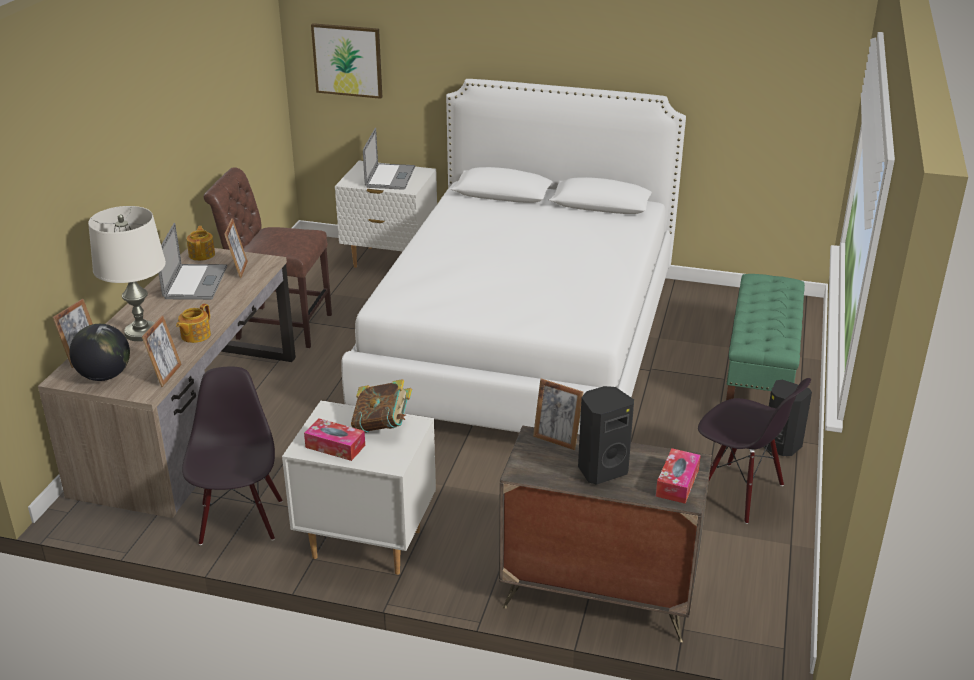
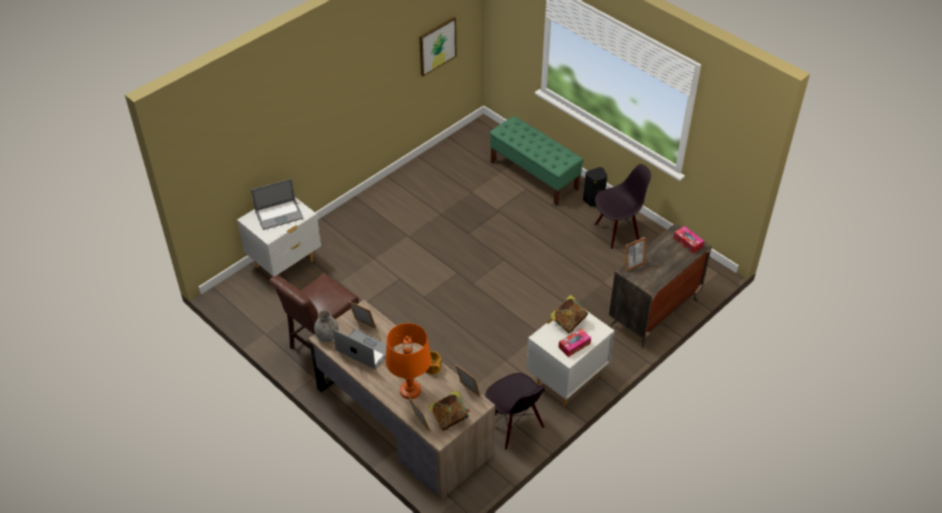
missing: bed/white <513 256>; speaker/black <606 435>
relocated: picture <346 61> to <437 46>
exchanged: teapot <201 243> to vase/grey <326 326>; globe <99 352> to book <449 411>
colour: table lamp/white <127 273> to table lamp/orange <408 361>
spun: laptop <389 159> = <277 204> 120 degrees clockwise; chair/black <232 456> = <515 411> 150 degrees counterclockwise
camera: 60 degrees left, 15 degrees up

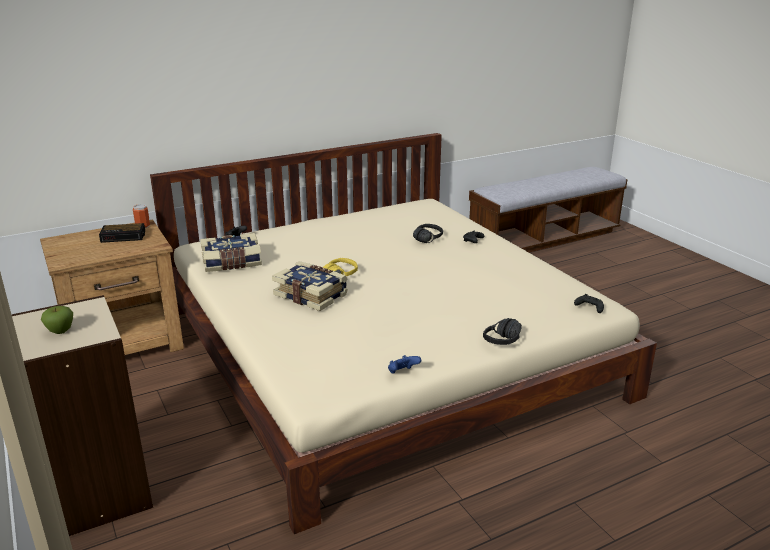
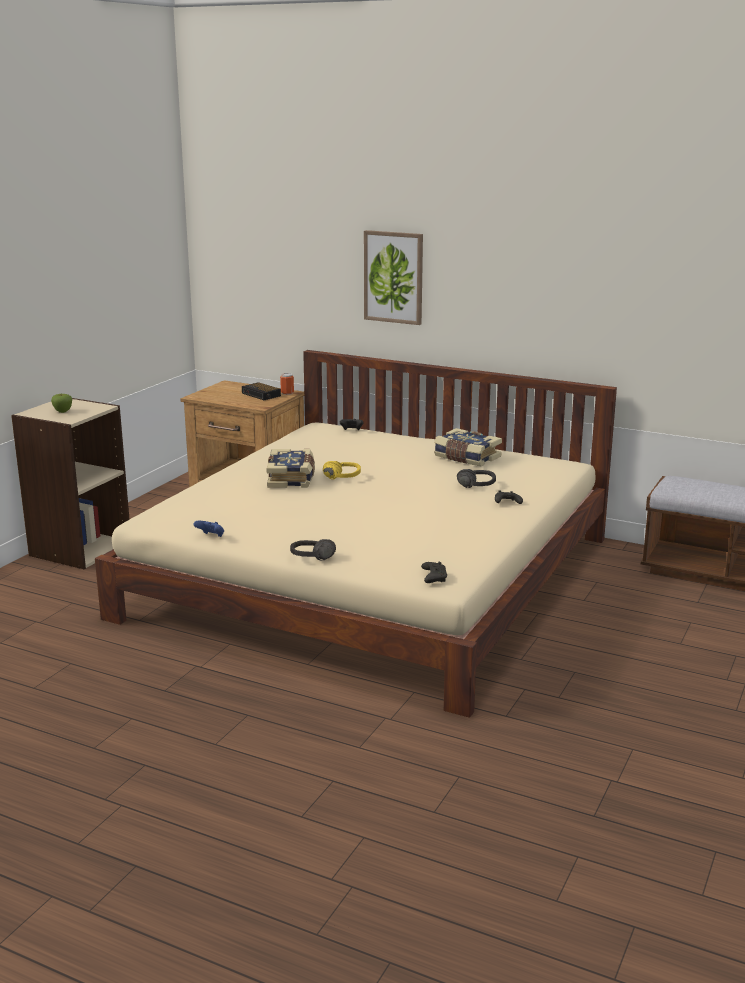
appeared: picture <393 277>
relocated: book <231 252> to <468 447>
camera: 55 degrees right, 5 degrees down

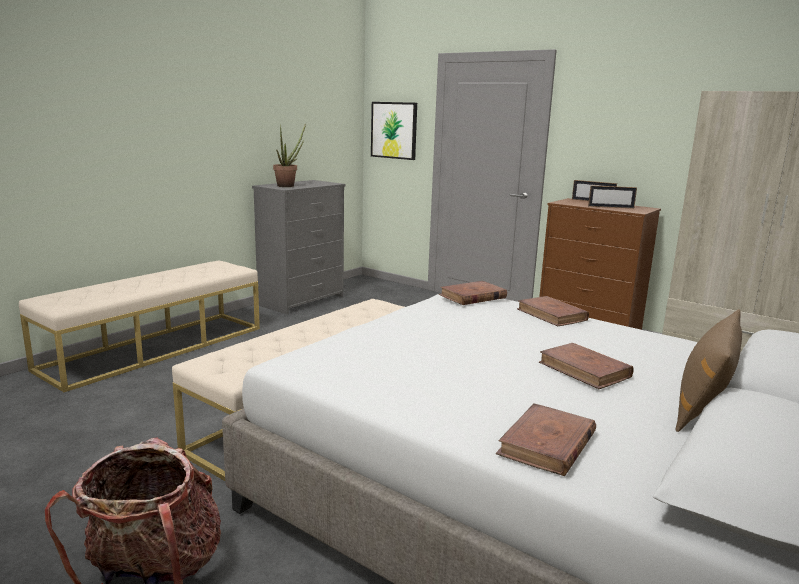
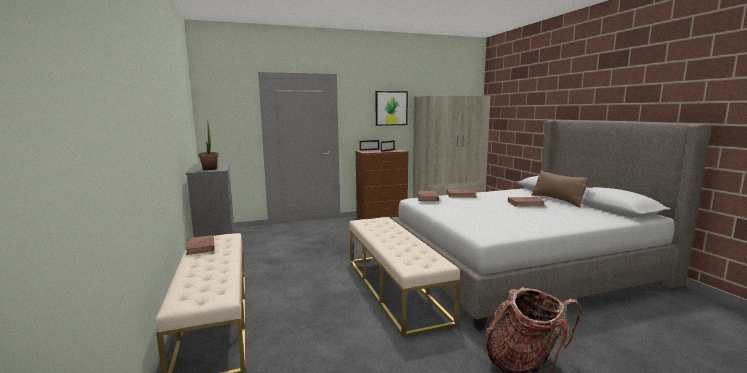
relocated: picture <394 131> to <391 108>; book/brown <546 439> to <200 245>
camera: 55 degrees left, 5 degrees down

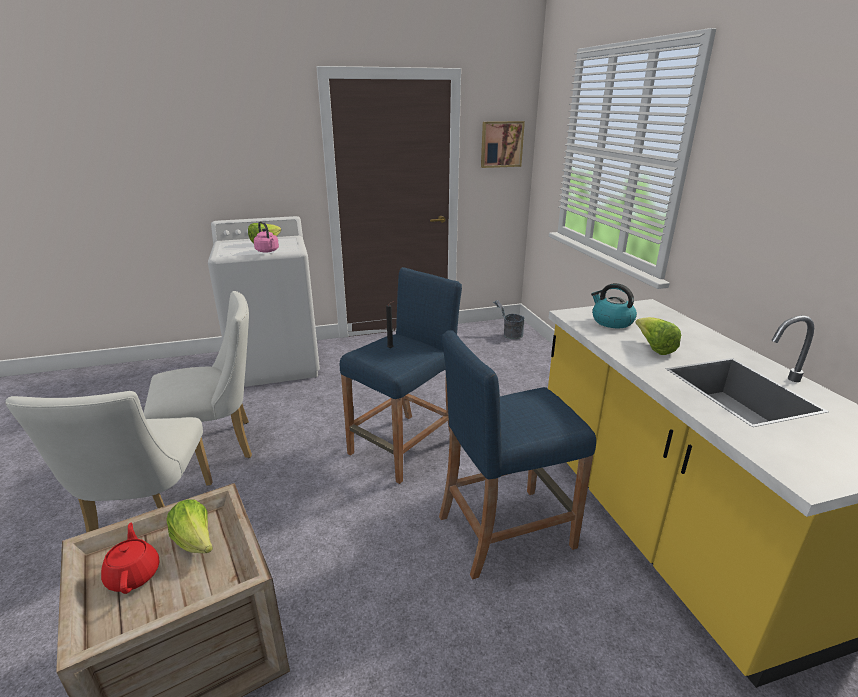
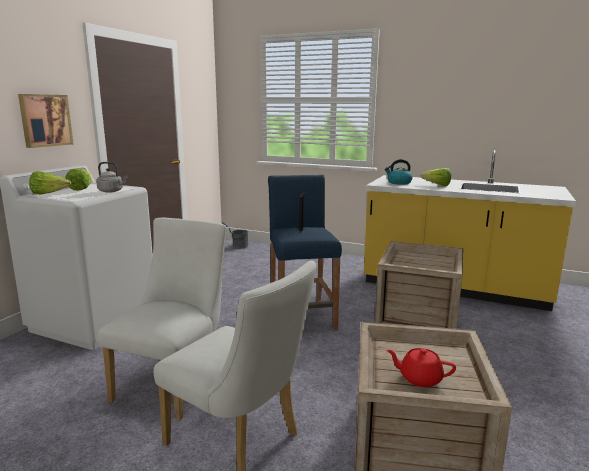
relocated: picture <503 144> to <46 121>; lettuce <189 526> to <50 182>
exchanged: stool/blue <517 455> to crate <418 285>
colour: kettle/pink <266 237> to kettle/grey <112 177>
camera: 50 degrees left, 10 degrees down

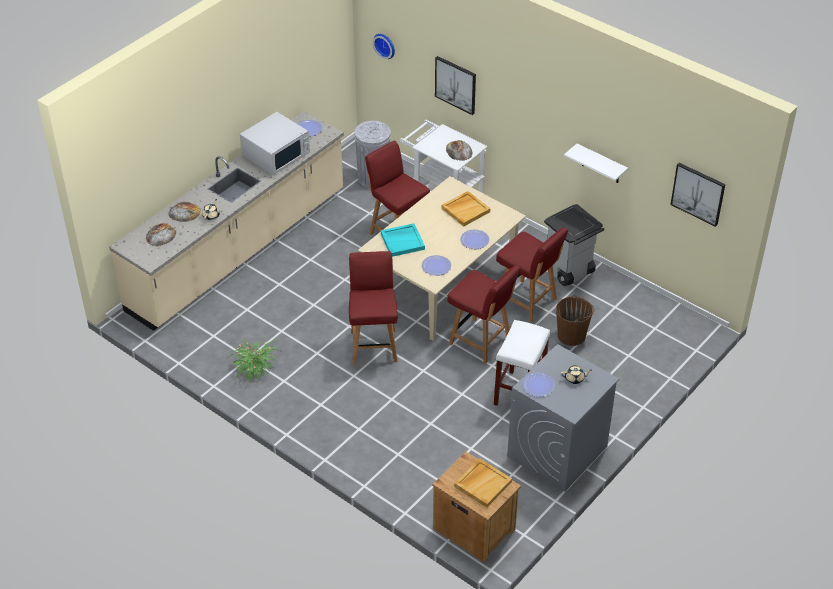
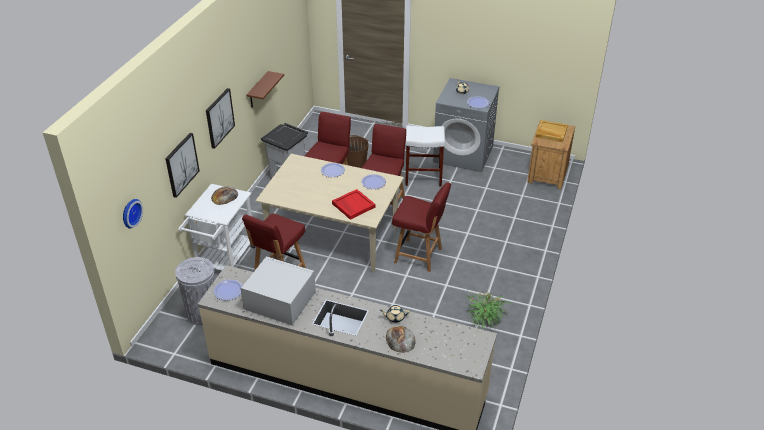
missing: tray/beige <466 208>; bread <161 234>
relocated: picture <697 195> to <220 118>
colour: shelf/white <596 163> to shelf/brown <265 89>; tray/turquoise <403 240> to tray/red <354 204>
spun: chair/red <373 307> = <421 227> 135 degrees counterclockwise
camera: 110 degrees left, 5 degrees down

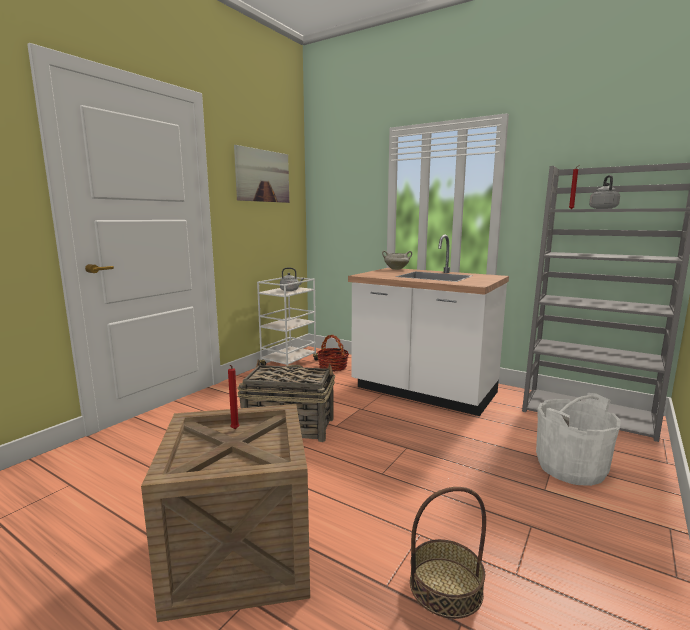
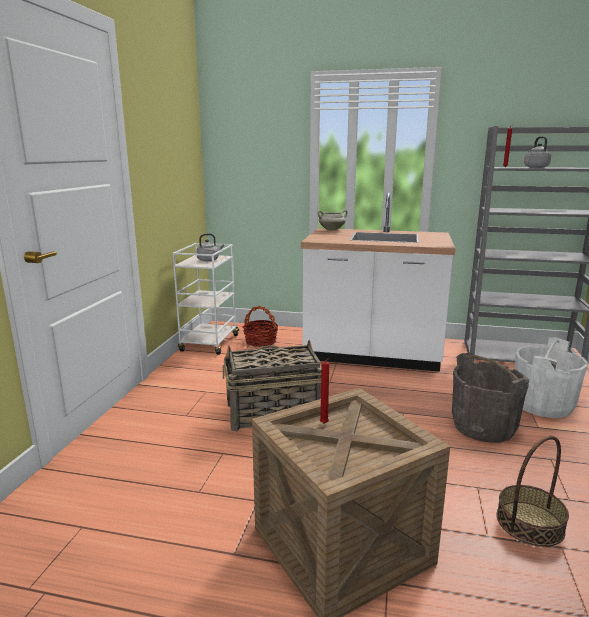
missing: picture <261 174>
appeared: bucket/grey <490 398>
camera: 20 degrees left, 5 degrees up

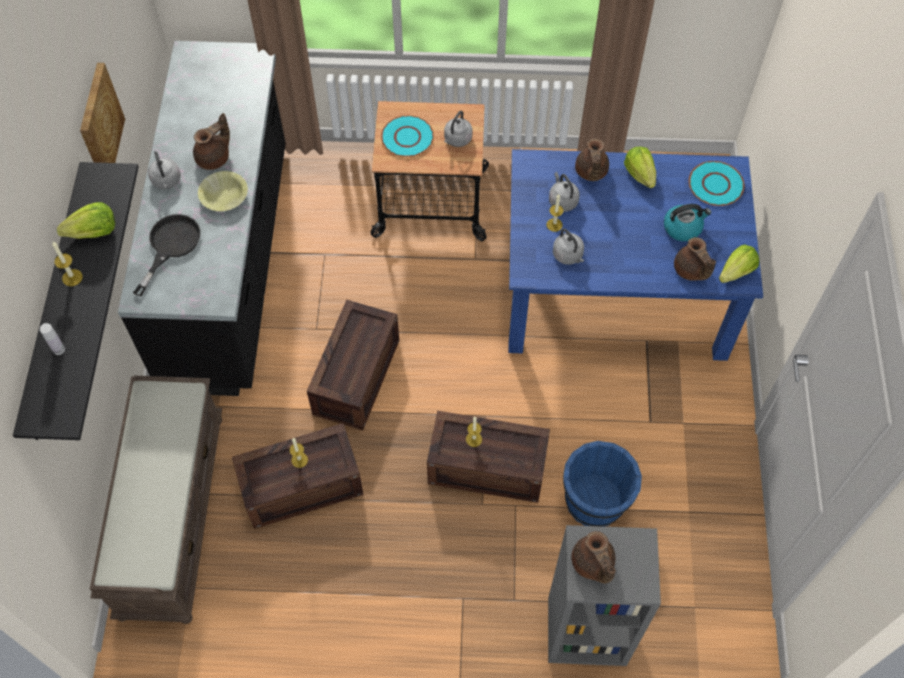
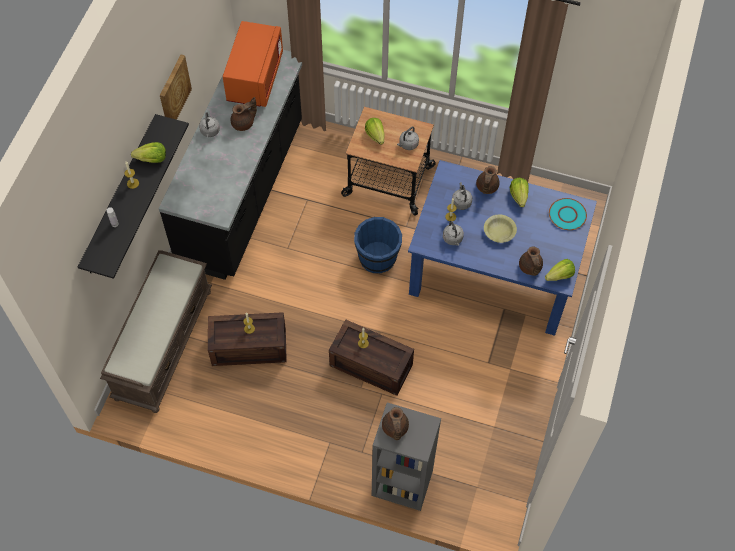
missing: kettle <687 222>; frying pan/black <167 255>; crate <353 365>
appeared: microwave/orange <253 64>
relocated: bowl/yellow <223 191> to <500 229>; bucket/blue <602 484> to <378 245>
exchanged: plate/turquoise <407 136> to lettuce <375 131>
camera: 15 degrees right, 0 degrees up

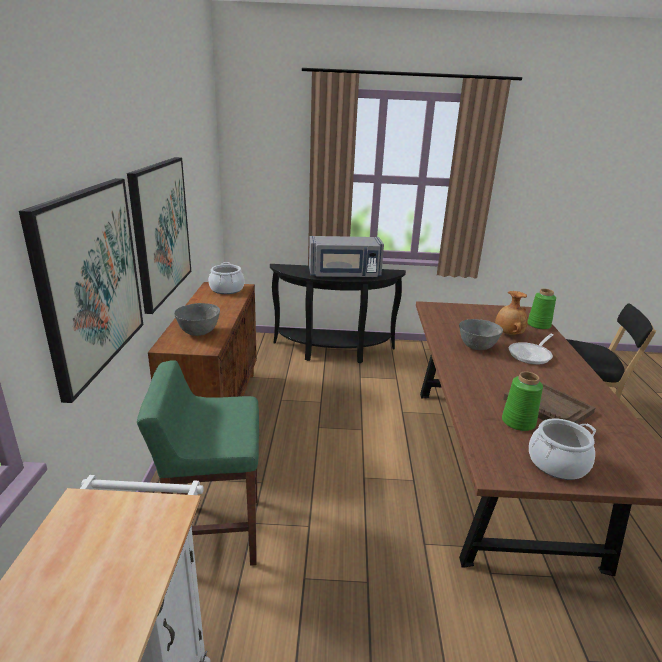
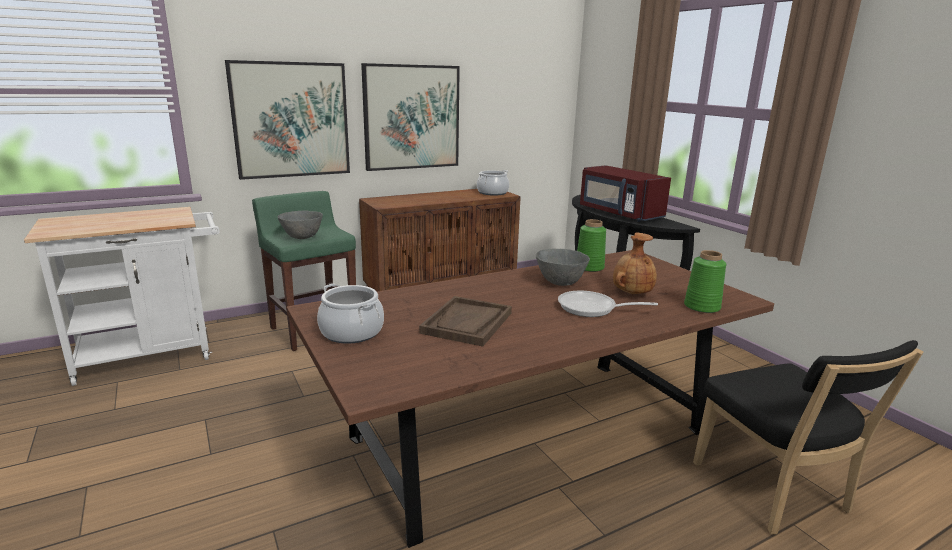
relocated: bowl/grey <197 319> to <300 225>; vase/green <522 401> to <591 245>
colour: microwave/grey <346 257> to microwave/red <625 193>
camera: 60 degrees right, 5 degrees down

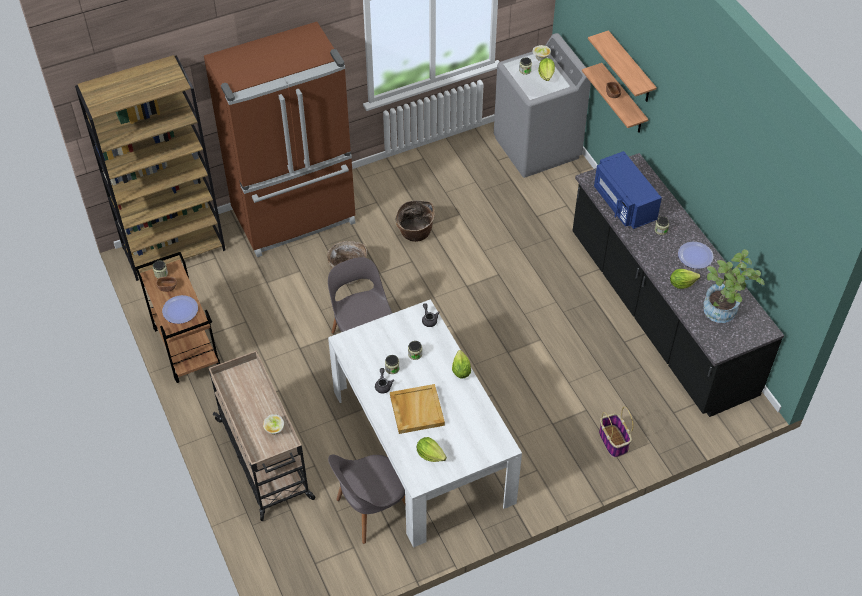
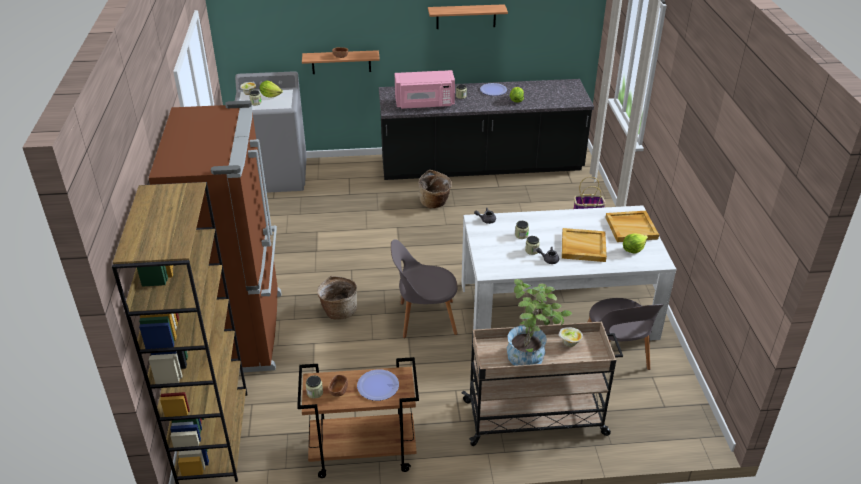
missing: lettuce <461 364>
appeared: tray/beige <632 226>
relocated: shelf <622 66> to <468 16>; basket <415 221> to <435 189>; potted plant <734 286> to <539 322>
colour: microwave/blue <628 190> to microwave/pink <425 89>
camera: 70 degrees left, 15 degrees down

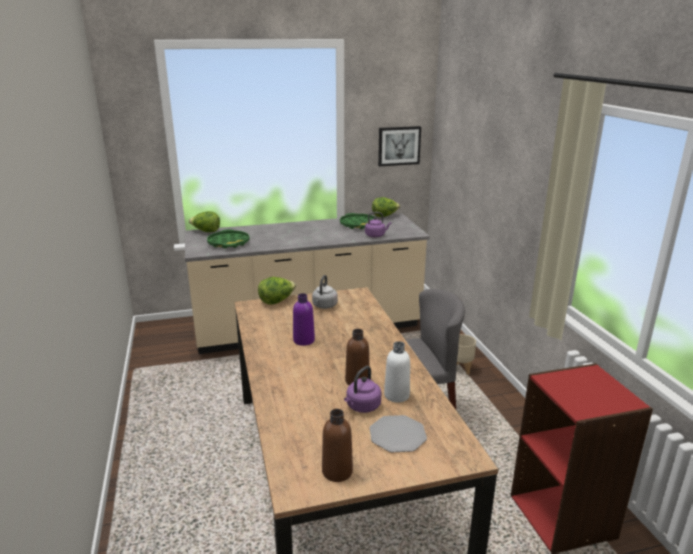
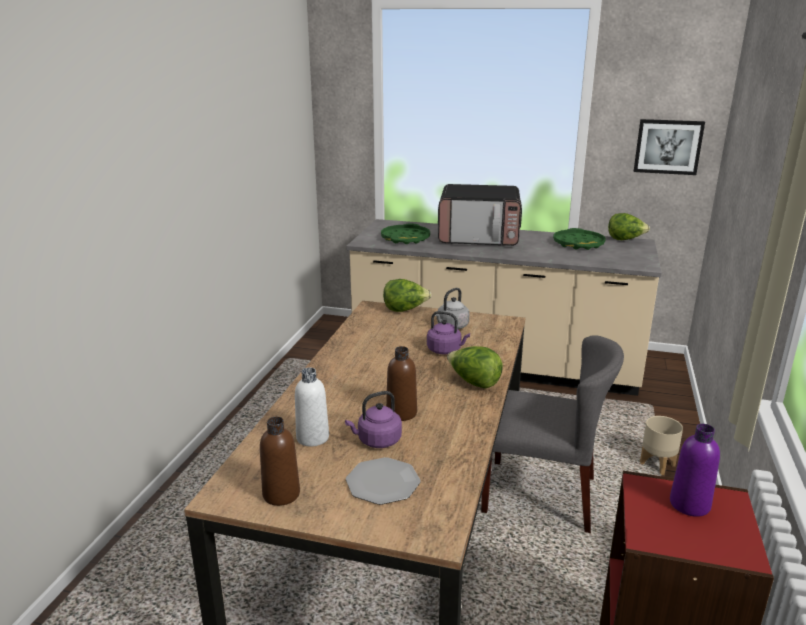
appeared: microwave <480 215>
relocated: lettuce <204 221> to <475 367>; kettle/purple <378 224> to <448 333>; bottle/purple <304 319> to <695 470>; bottle/white <397 372> to <312 407>
camera: 30 degrees right, 0 degrees up

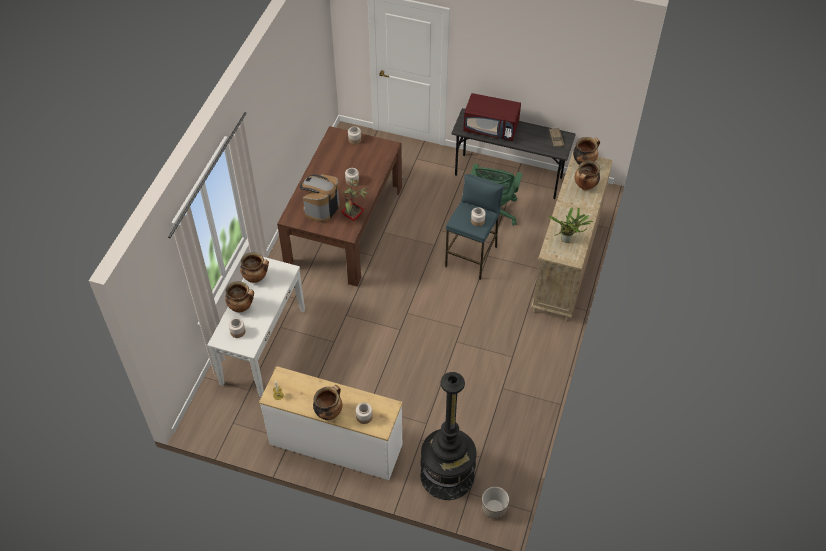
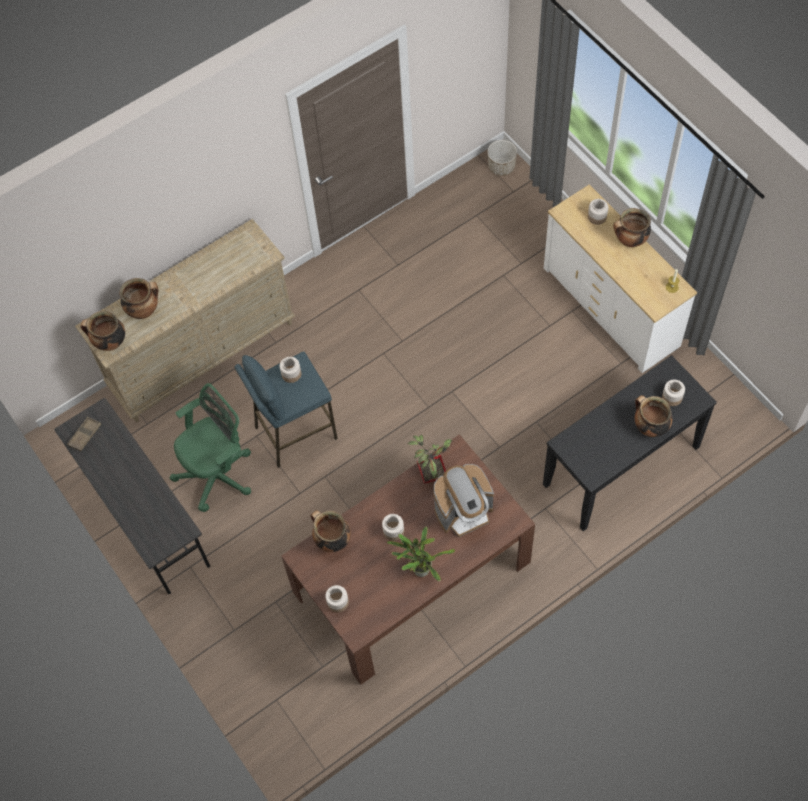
missing: microwave/red <492 117>; floor lamp/black <448 436>
relocated: potted plant <571 225> to <421 553>; cooking pot <254 267> to <331 531>
colour: console table/white <256 327> to console table/black <630 443>
camera: 140 degrees left, 10 degrees up

